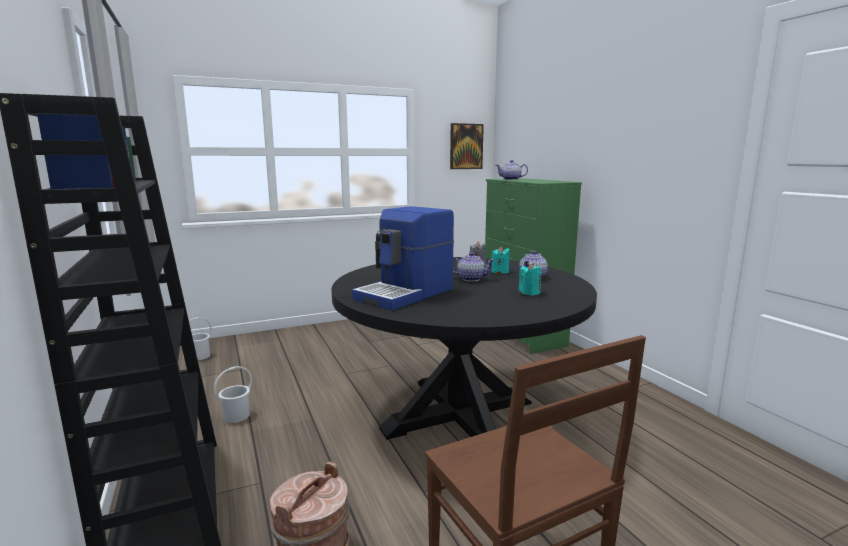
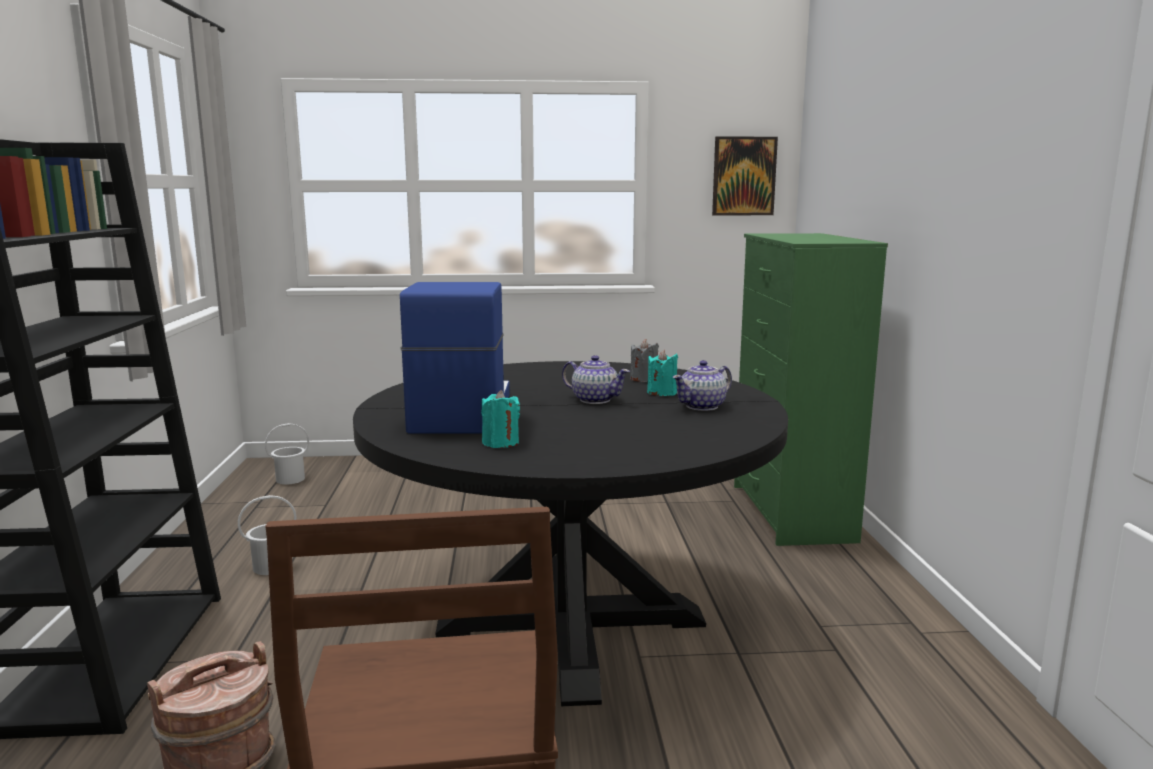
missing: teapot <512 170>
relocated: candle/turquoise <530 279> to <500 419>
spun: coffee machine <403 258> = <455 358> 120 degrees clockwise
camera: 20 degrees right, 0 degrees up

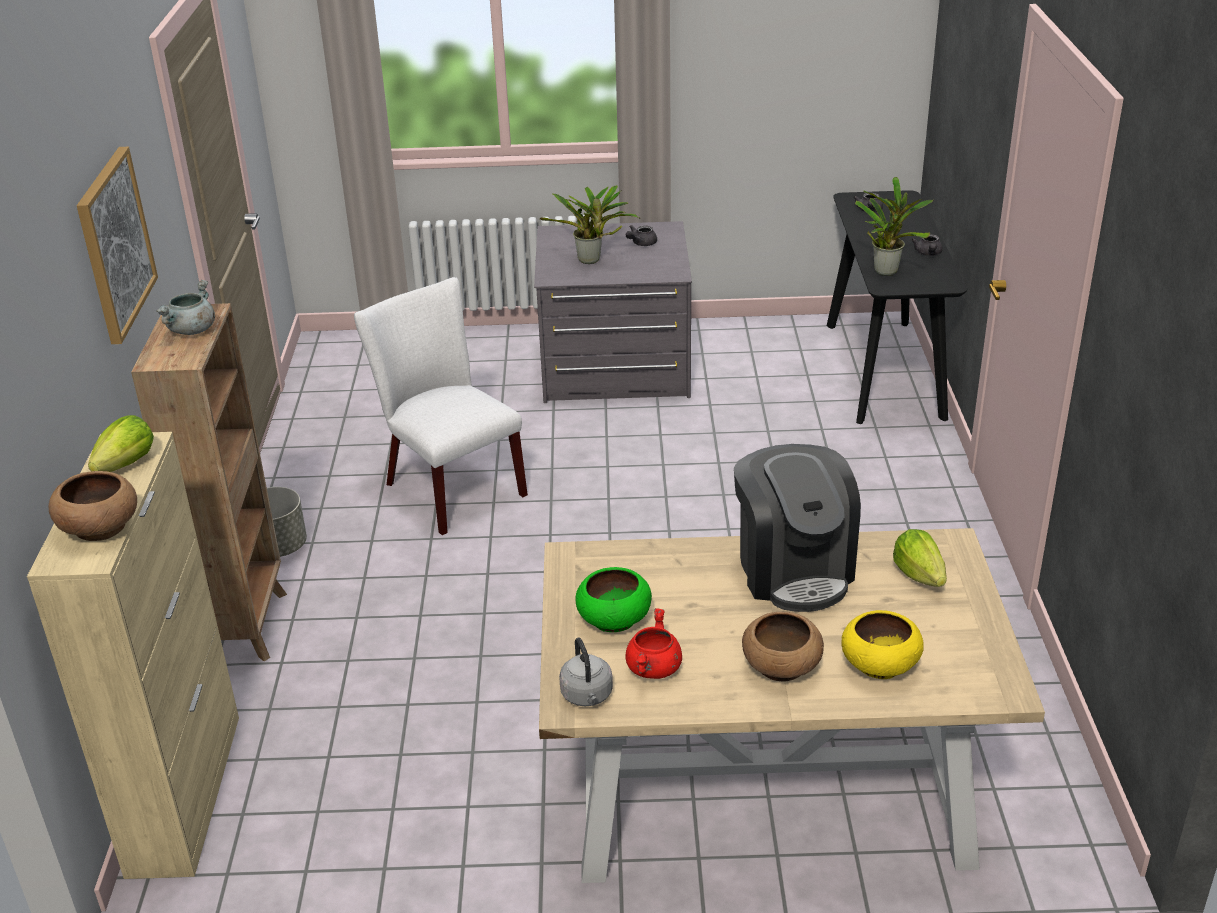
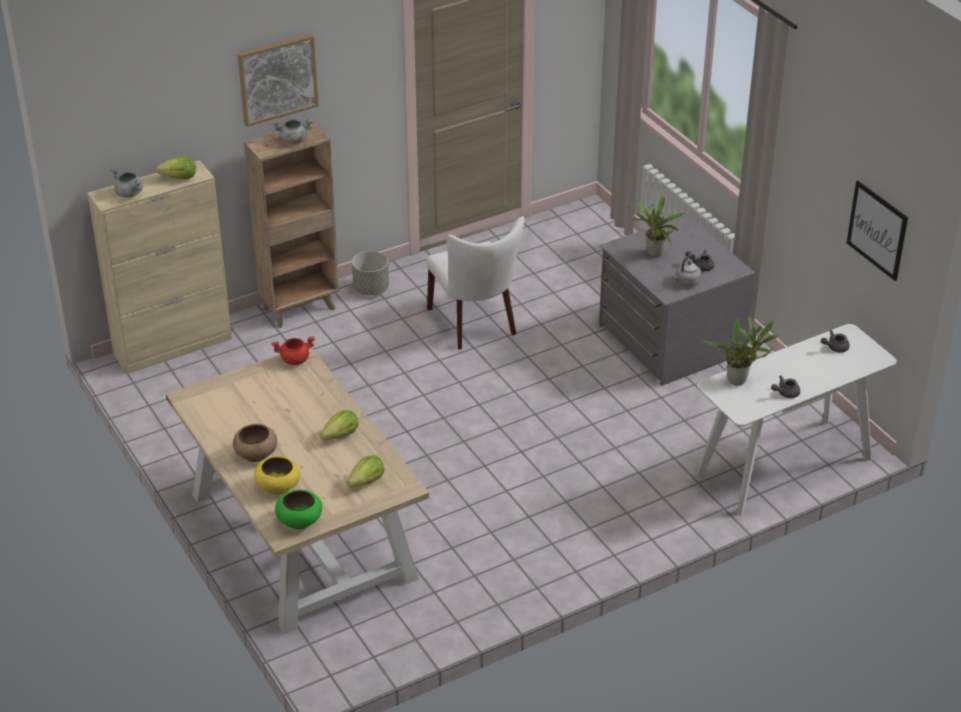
appeared: picture <877 231>
relocated: bowl/green <613 599> to <298 510>; cooking pot/red <653 643> to <293 350>; kettle/grey <586 672> to <687 270>
exchanged: coffee machine <797 528> to lettuce <339 425>; bowl/brown <93 506> to cooking pot/grey <126 183>
colour: console table/black <897 307> to console table/white <796 420>
spun: chair/white <441 406> = <475 282> 135 degrees clockwise
camera: 60 degrees right, 5 degrees up

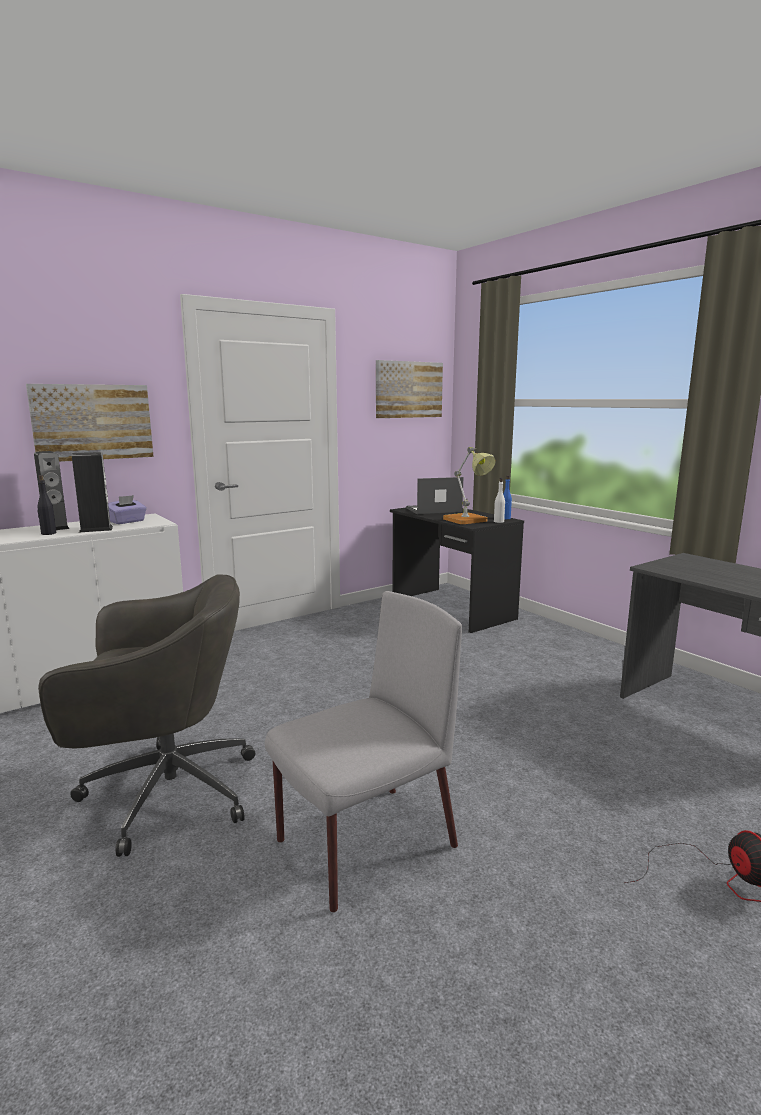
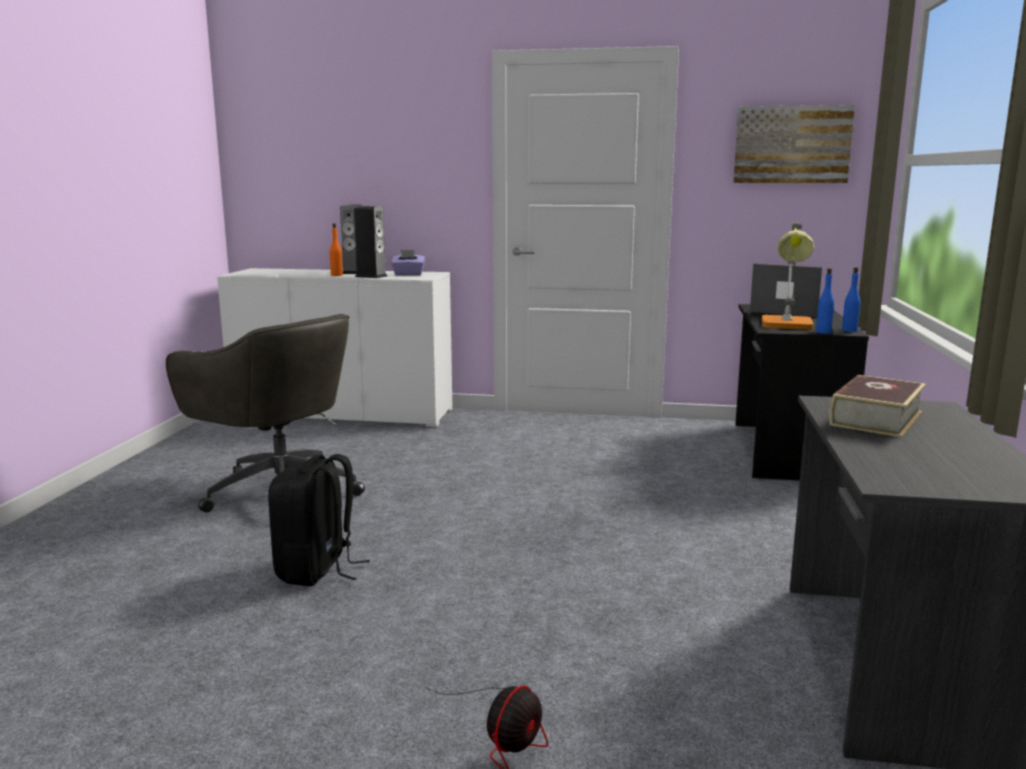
missing: picture <90 423>
appeared: book <877 406>
exchanged: chair/grey <363 752> to backpack/black <319 520>
colour: bottle/black <46 505> to bottle/orange <336 249>; bottle/white <499 500> to bottle/blue <825 301>
camera: 45 degrees right, 0 degrees up

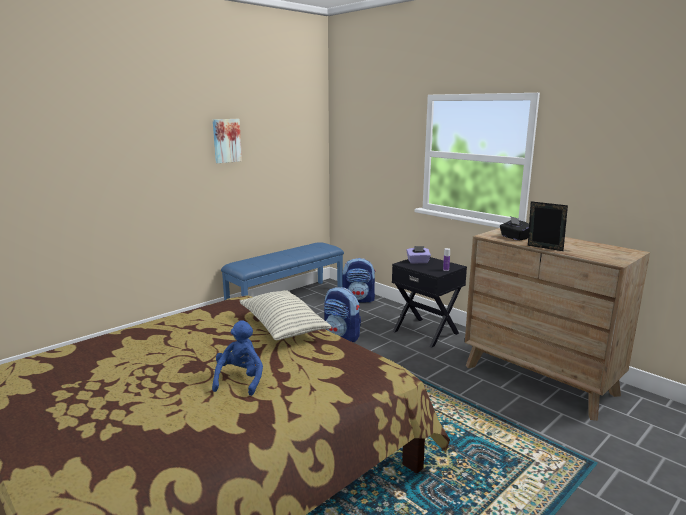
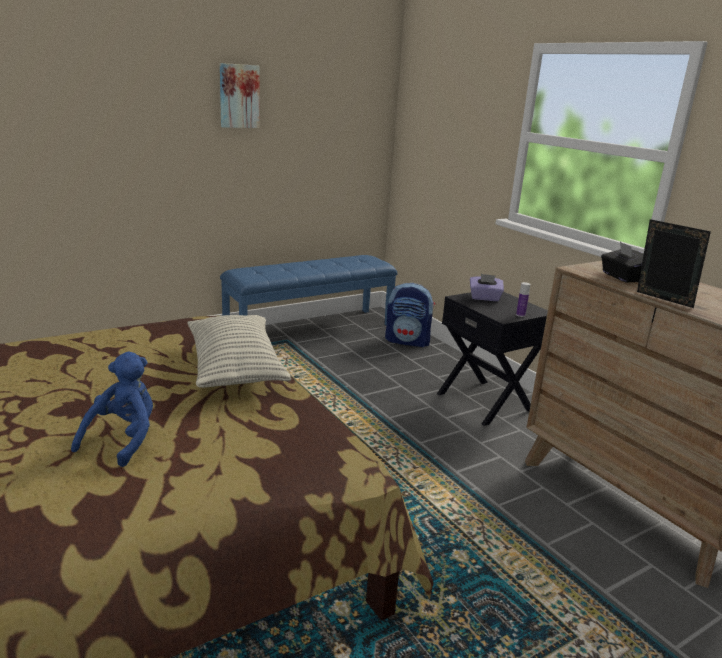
missing: backpack <342 314>
camera: 10 degrees right, 5 degrees up

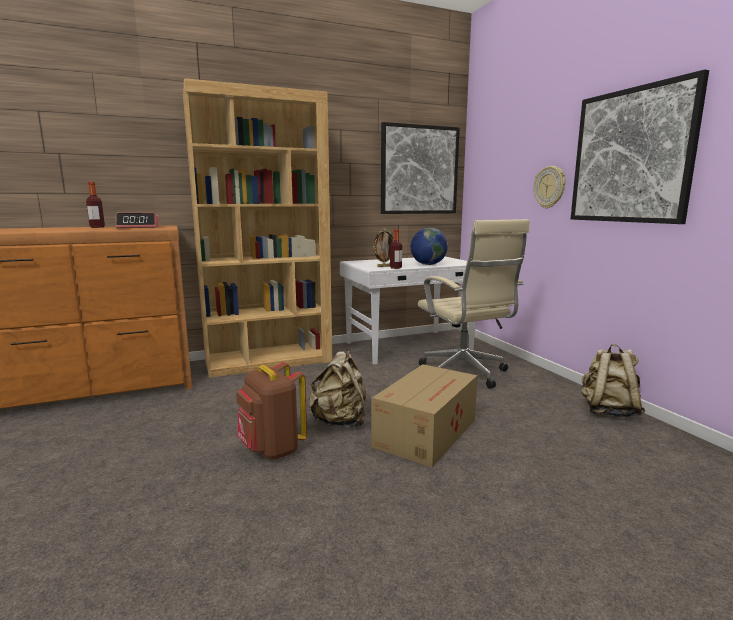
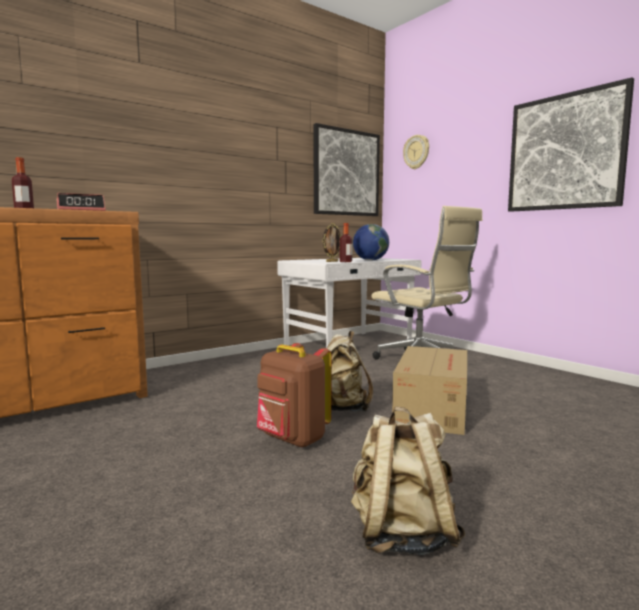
missing: bookcase/brown <257 228>
relocated: wall clock <549 187> to <416 152>; backpack/beige <613 380> to <408 480>
camera: 15 degrees left, 5 degrees down

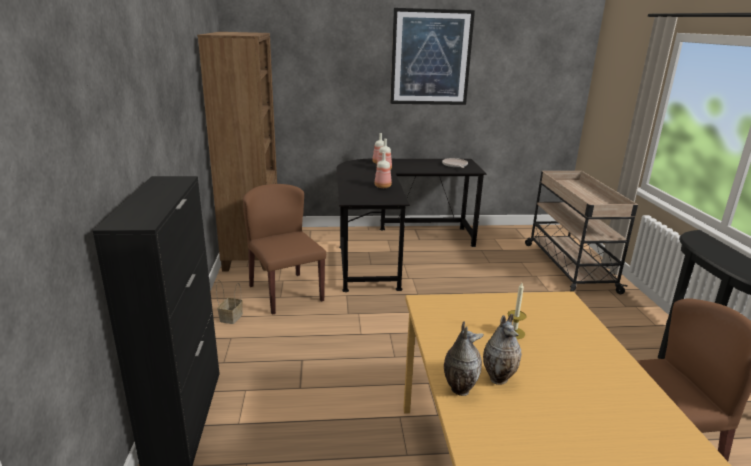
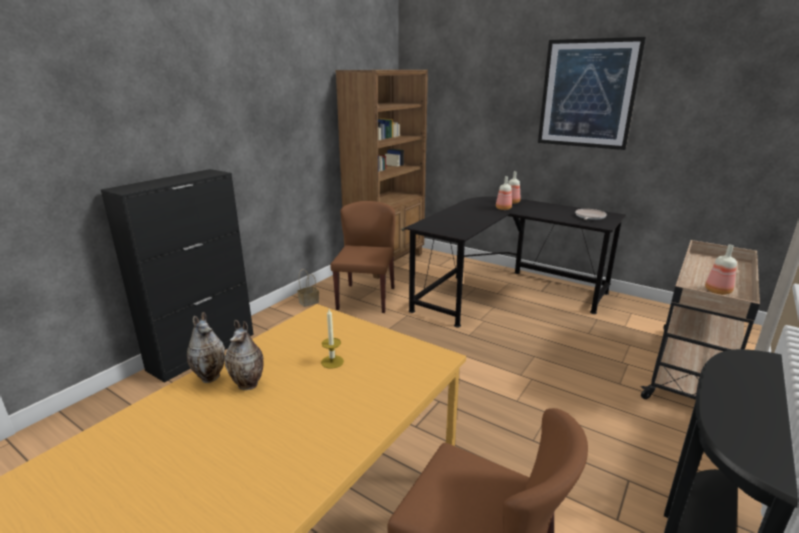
relocated: bottle <383 170> to <721 270>
camera: 40 degrees right, 0 degrees up

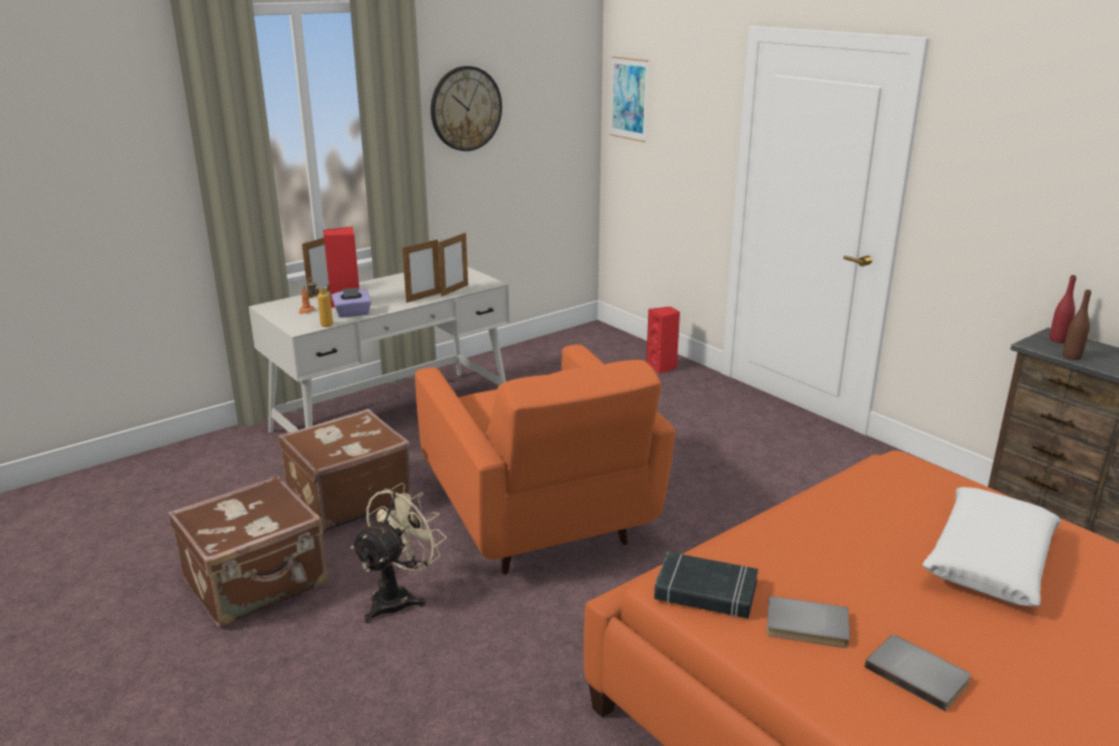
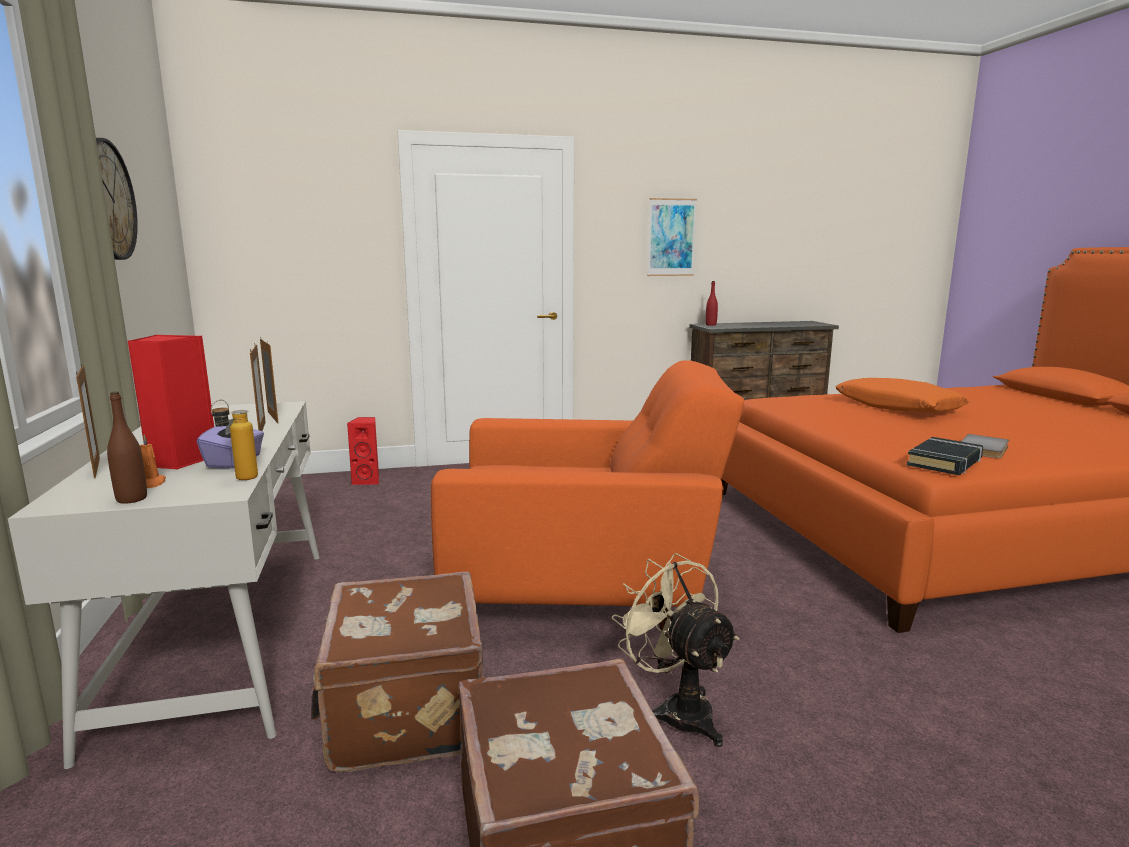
missing: book/grey <918 673>
relocated: picture <629 99> to <672 237>; bottle/brown <1077 324> to <127 448>
colour: pillow/white <991 546> to pillow/orange <903 395>
camera: 65 degrees left, 10 degrees down

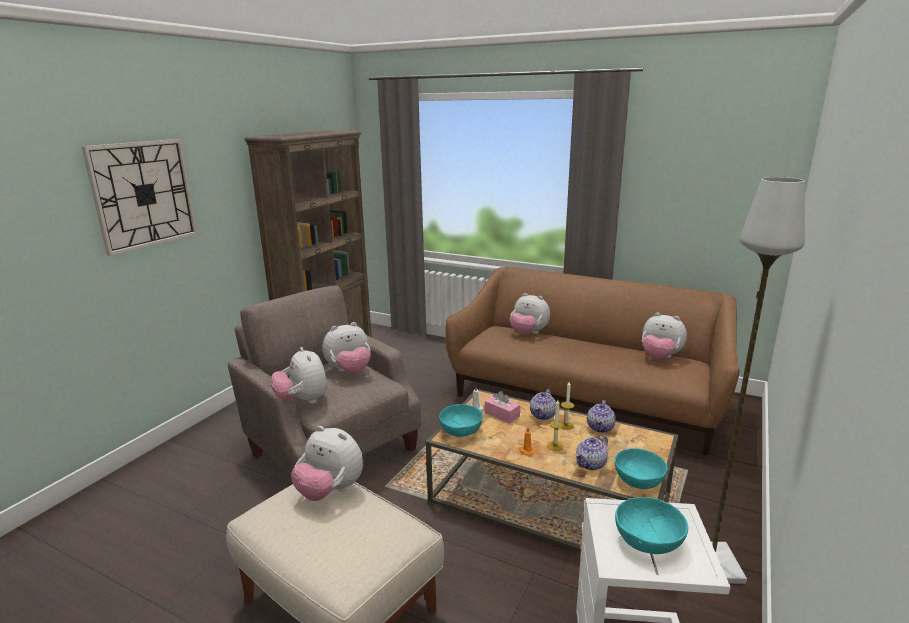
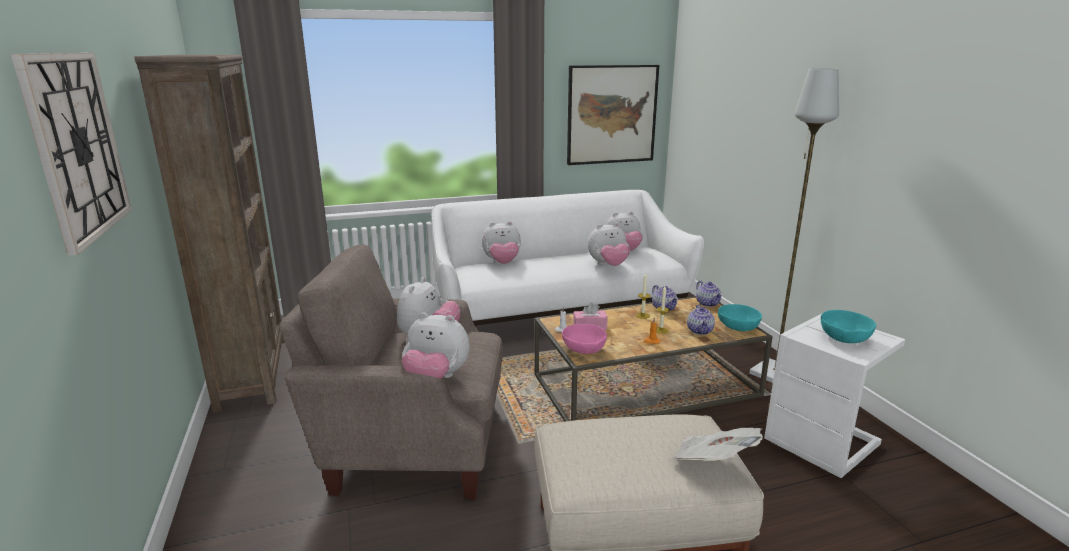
appeared: picture <613 115>; newspaper <717 444>
relocated: teapot <543 404> to <709 294>; plush toy <327 463> to <609 244>
colour: sofa/brown <592 361> to sofa/white <567 258>; bowl/turquoise <461 420> to bowl/pink <584 339>
camera: 45 degrees left, 0 degrees up

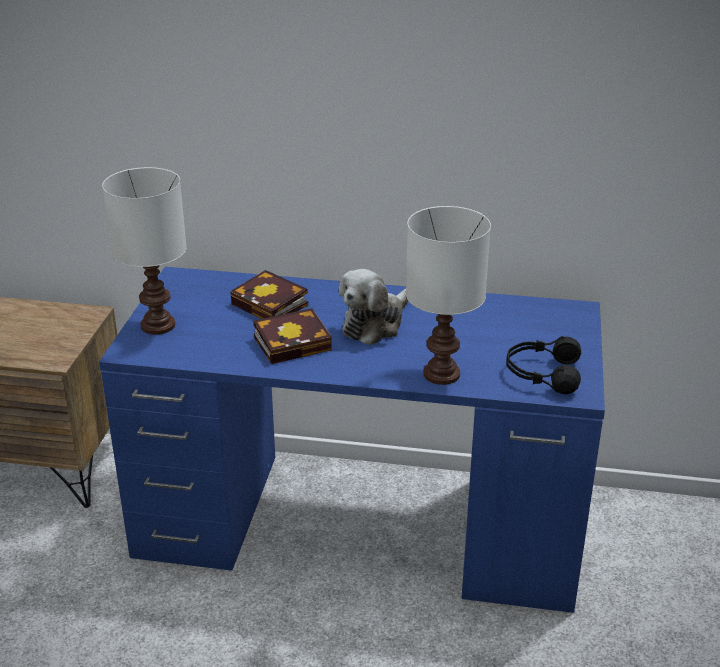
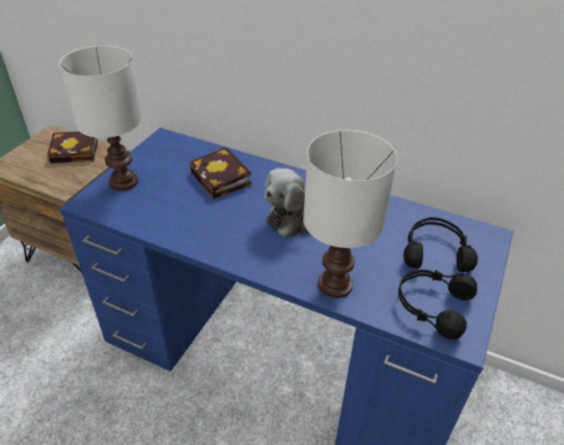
appeared: headphones/black <441 244>
relocated: book <292 336> to <72 147>
camera: 15 degrees right, 10 degrees up

